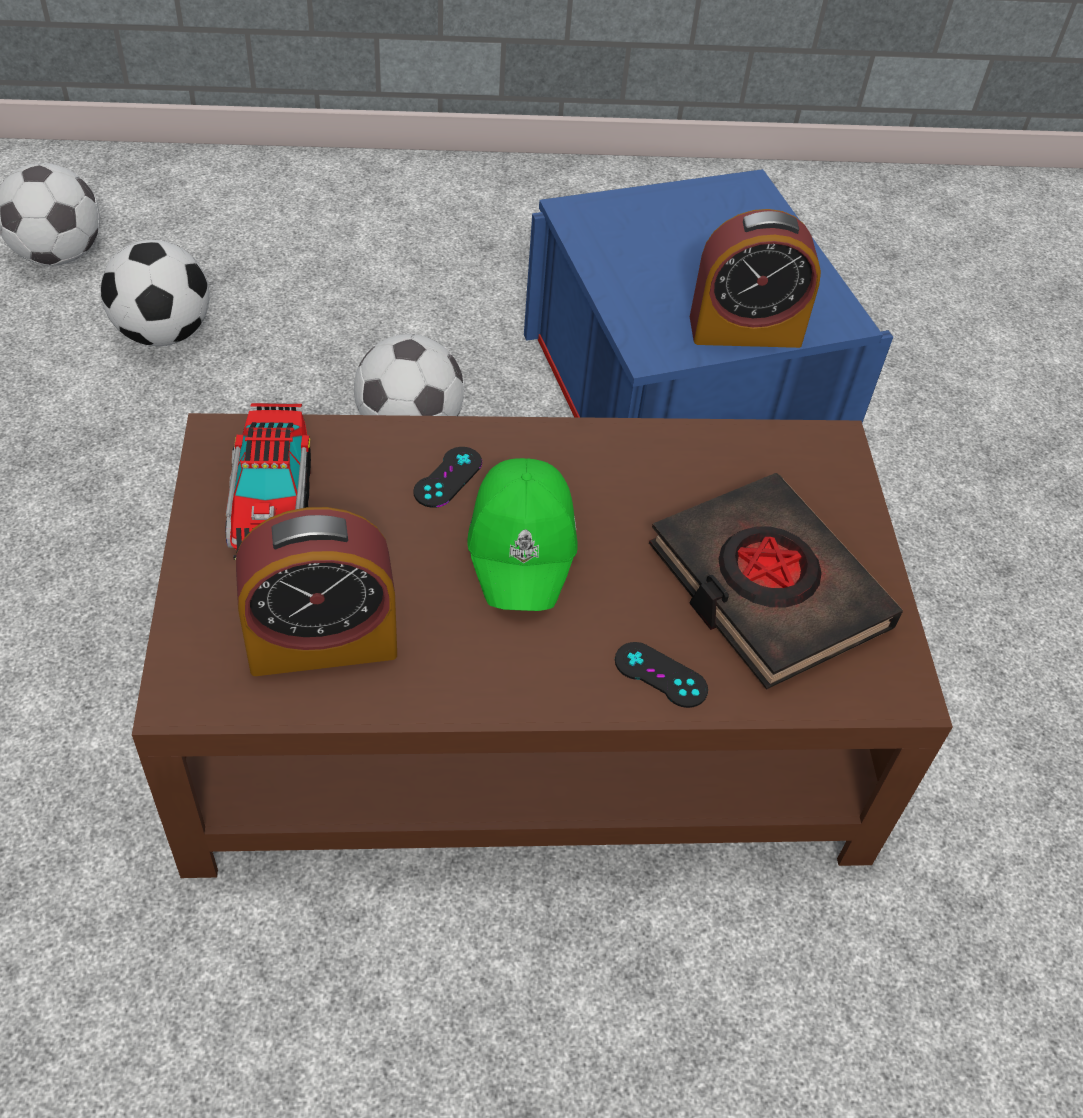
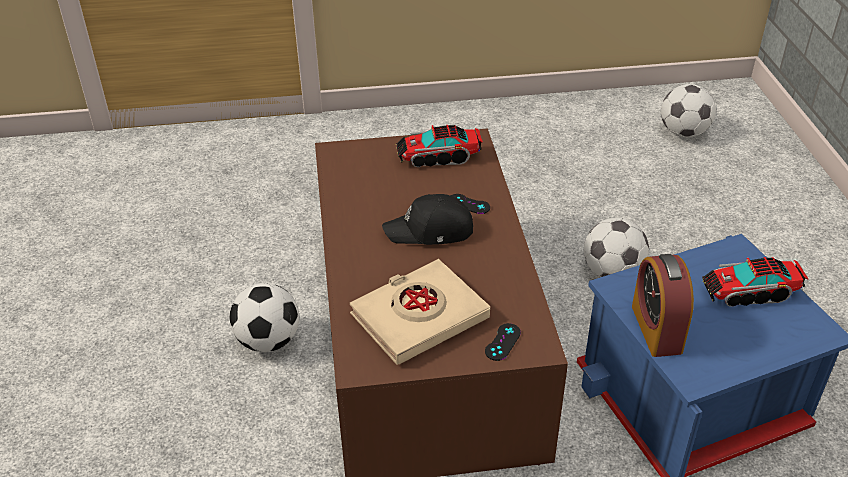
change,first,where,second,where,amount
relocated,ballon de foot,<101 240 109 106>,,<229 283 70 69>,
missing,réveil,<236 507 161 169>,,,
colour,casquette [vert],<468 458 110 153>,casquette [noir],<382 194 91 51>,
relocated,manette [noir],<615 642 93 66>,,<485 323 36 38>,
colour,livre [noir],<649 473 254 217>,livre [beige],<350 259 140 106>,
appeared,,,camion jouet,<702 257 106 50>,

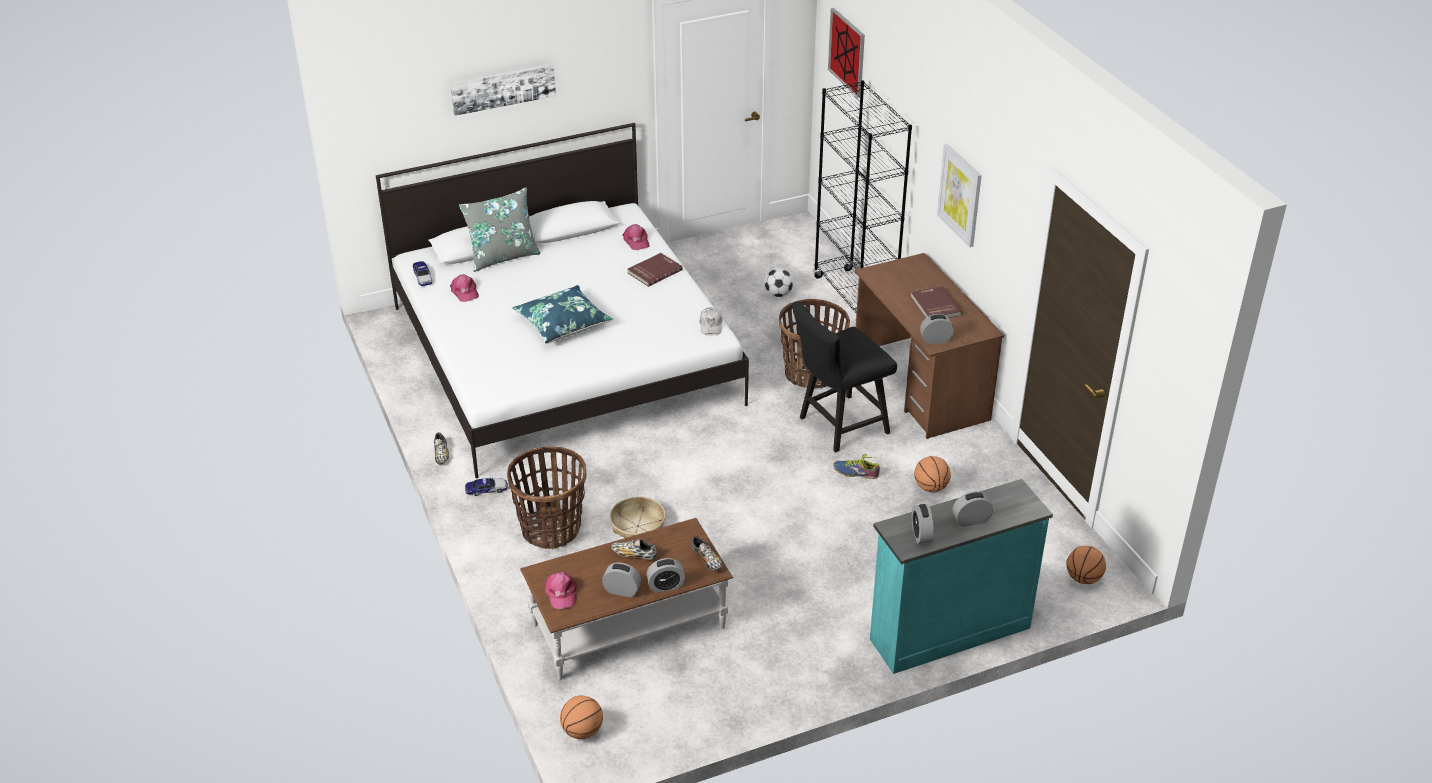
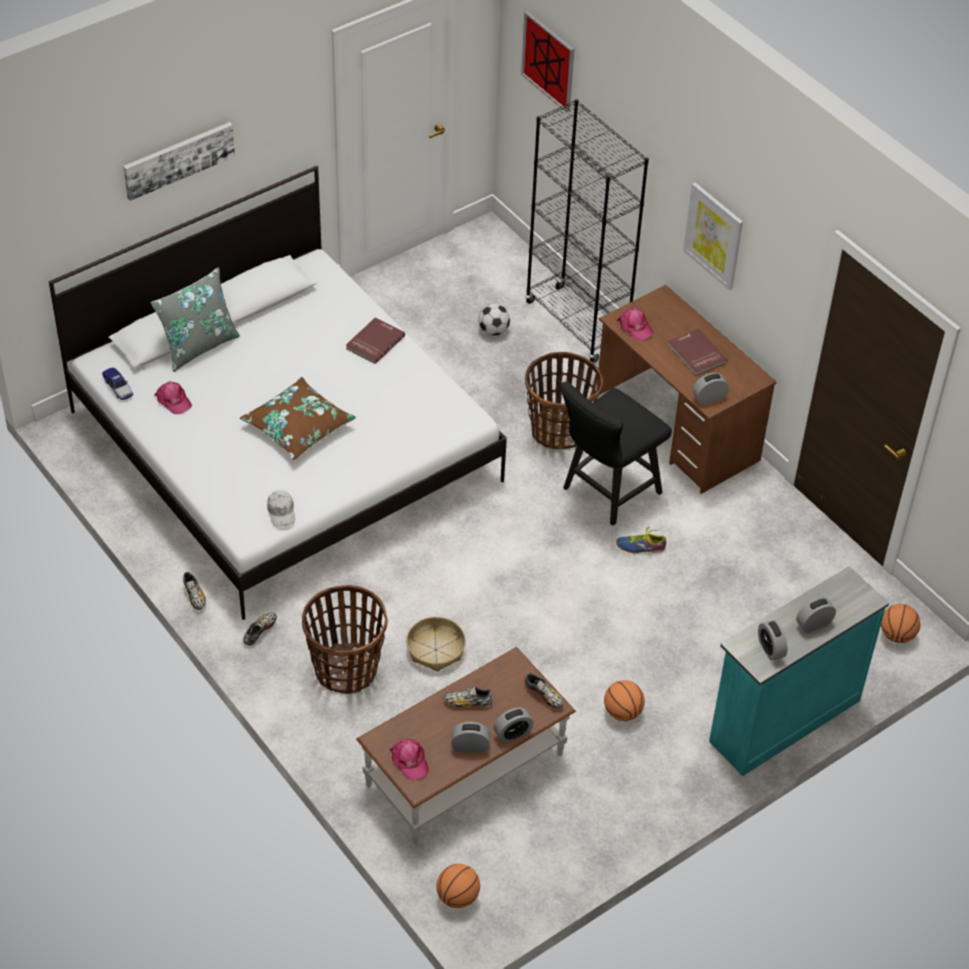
change,first,where,second,where,amount
exchanged,petite voiture,<465 477 43 19>,chaussure,<243 612 34 34>,
colour,coussin [bleu],<512 285 101 59>,coussin [marron],<240 377 116 83>,
relocated,casquette [rose],<623 224 27 26>,,<617 308 36 32>,
relocated,casquette [blanc],<699 307 24 27>,,<267 490 28 36>,
relocated,ballon de basket,<914 456 37 36>,,<604 680 41 41>,

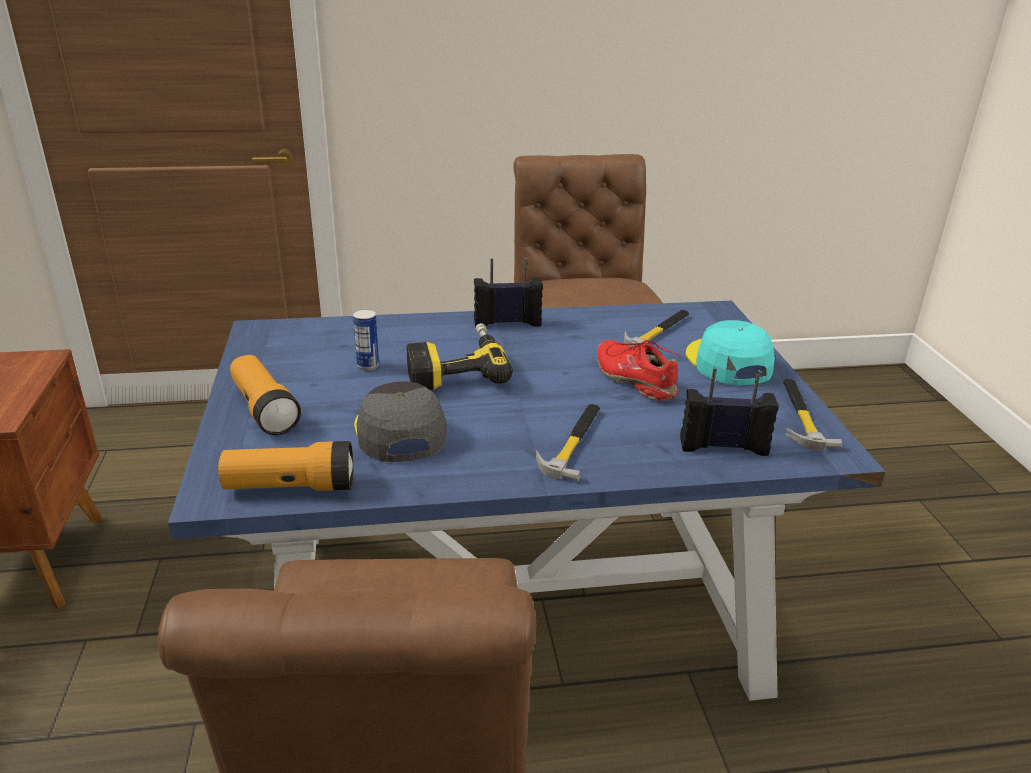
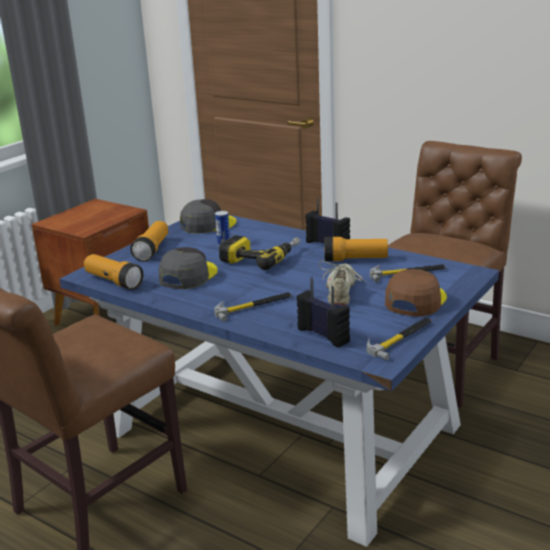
change,first,where,second,where,amount
colour,chaussure [rouge],<597 340 84 61>,chaussure [beige],<319 261 47 44>,
colour,casquette [turquoise],<686 320 89 65>,casquette [marron],<385 269 62 48>,
appeared,,,casquette [gris],<180 199 57 35>,
appeared,,,lampe de poche,<324 237 64 24>,

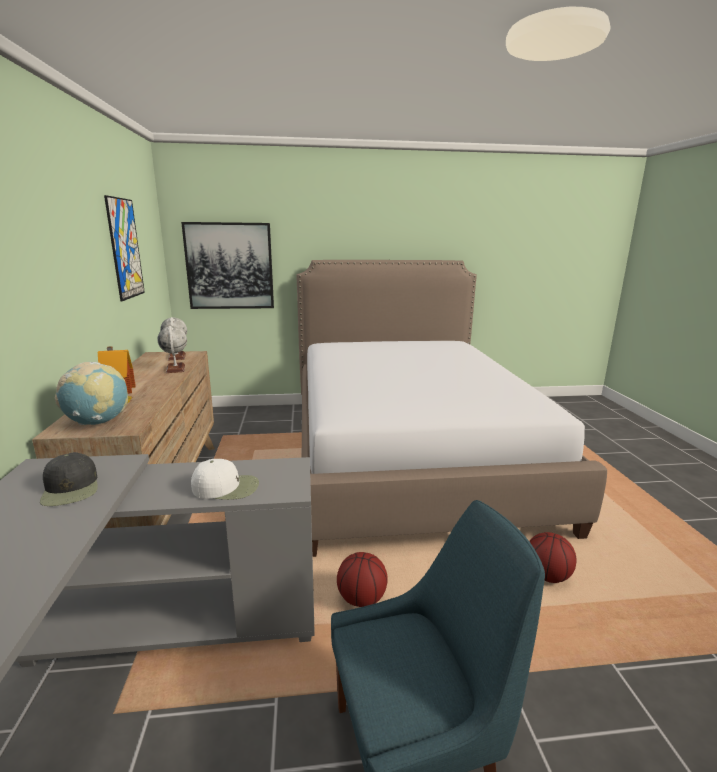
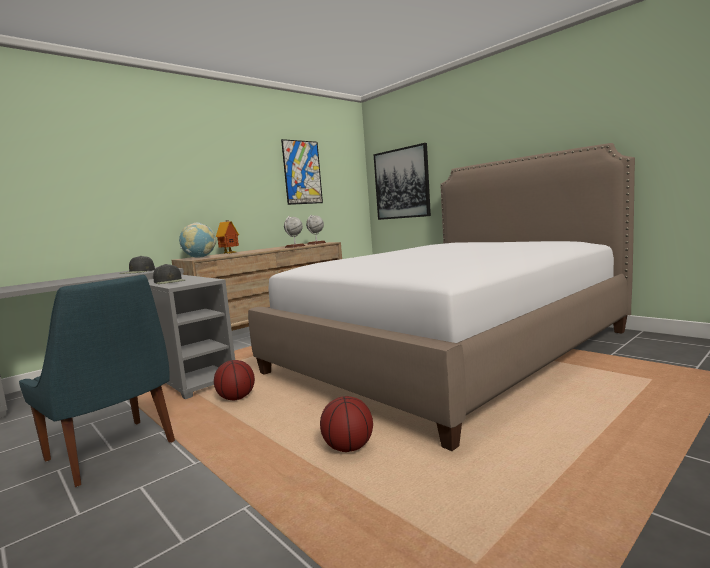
change,first,where,second,where,amount
colour,casquette [blanc],<191 459 68 41>,casquette [noir],<153 264 32 20>,

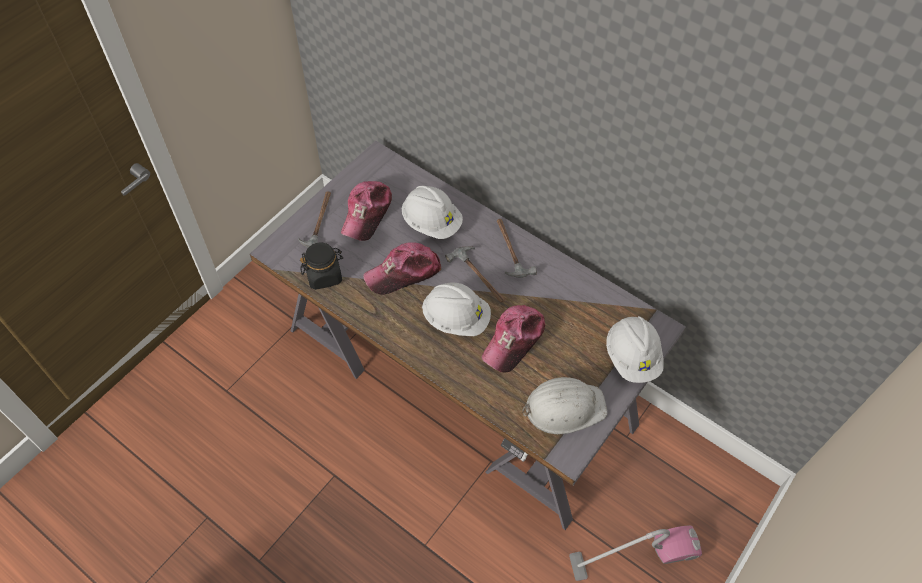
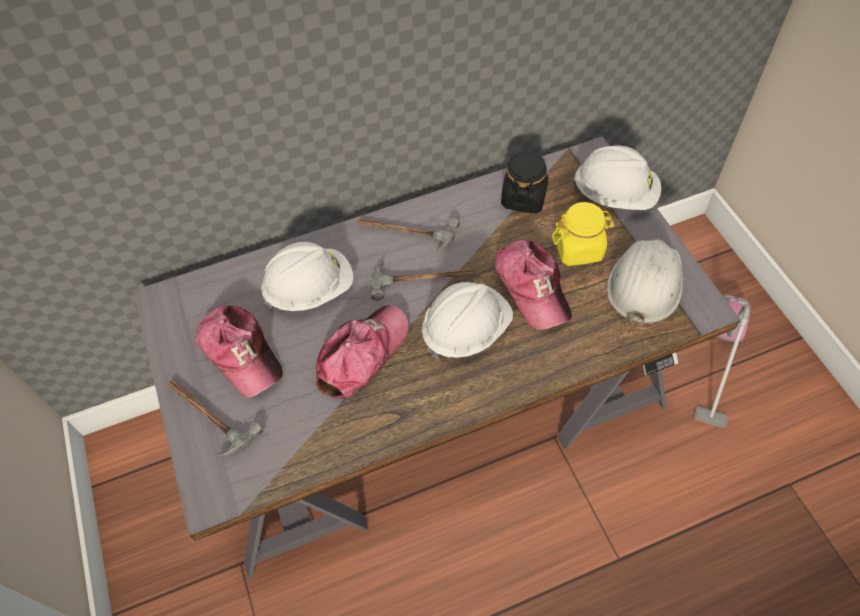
change,first,where,second,where,amount
relocated,bocal [noir],<300 242 44 48>,,<501 149 47 64>,
spun,casquette,<363 242 78 53>,,<316 305 92 94>,150 degrees counterclockwise
appeared,,,bocal [jaune],<552 202 62 64>,

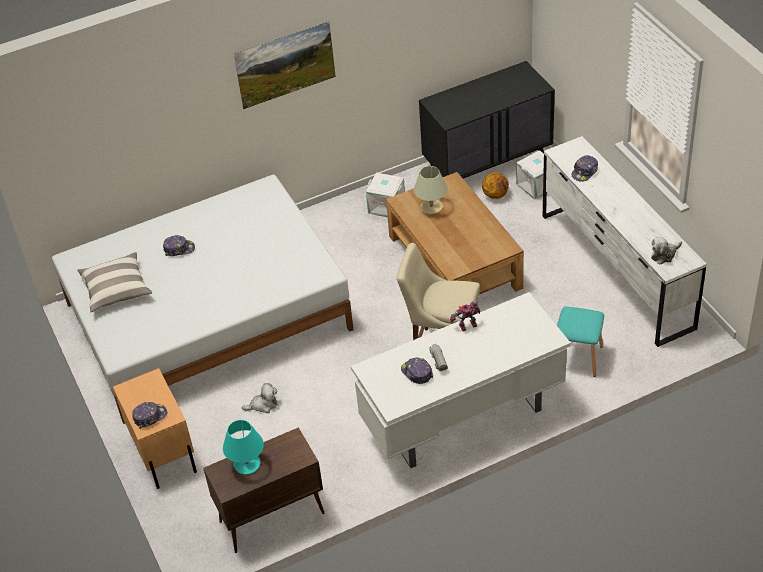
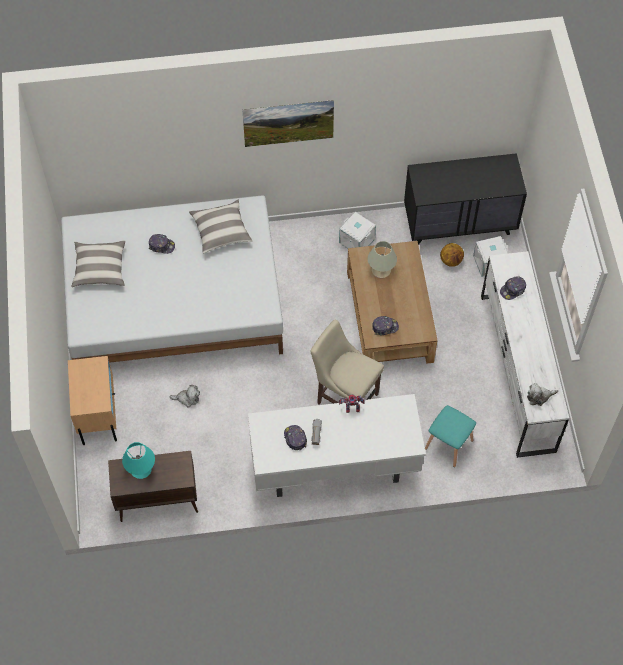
change,first,where,second,where,amount
relocated,casquette,<132 402 35 27>,,<372 316 27 19>,
appeared,,,coussin,<189 200 63 54>,

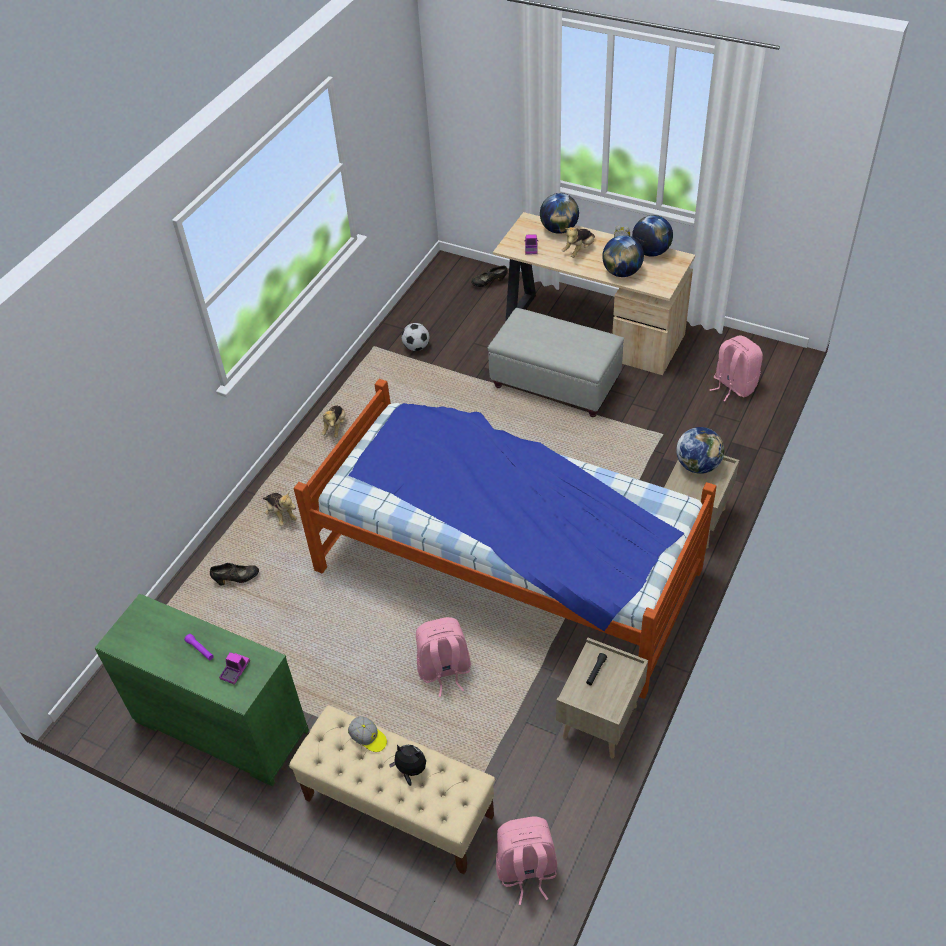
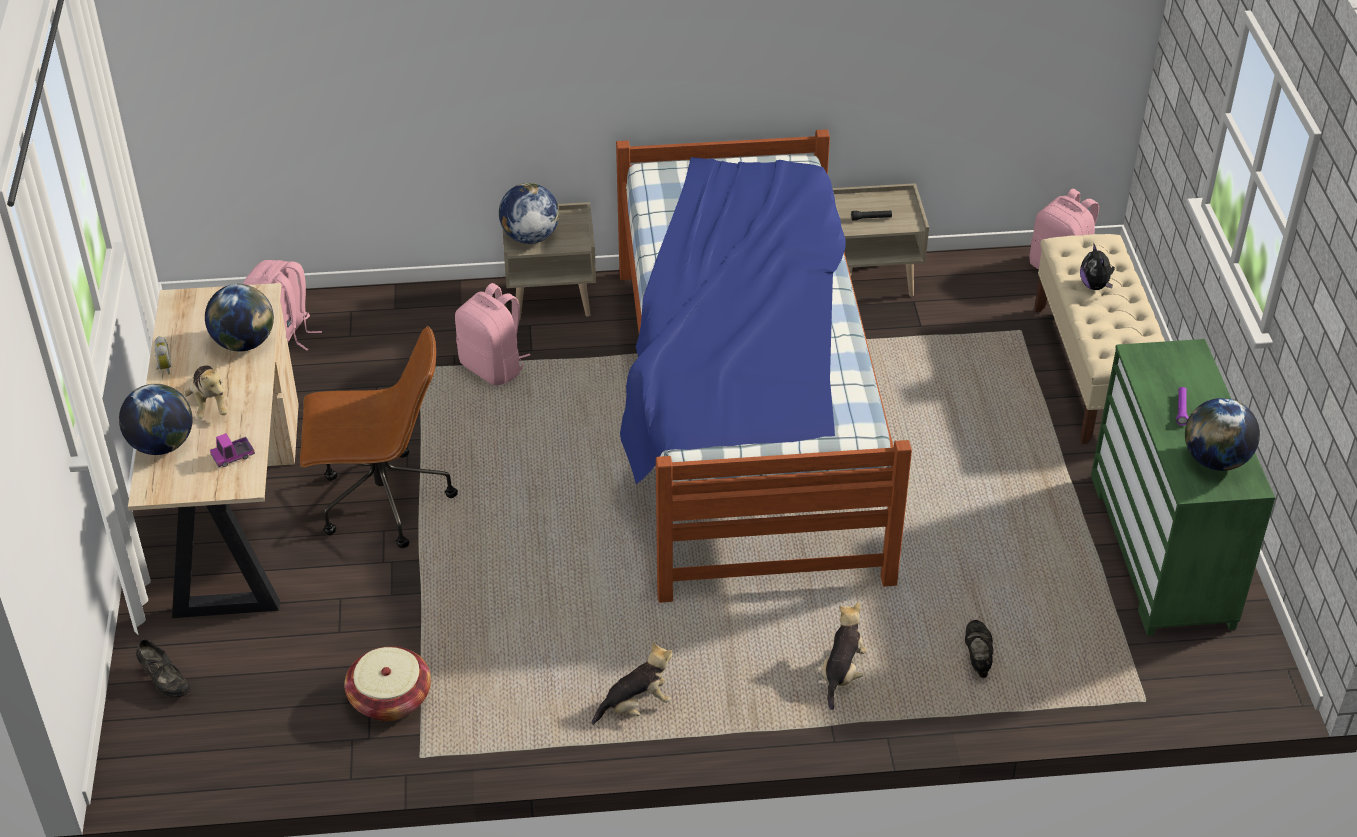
change,first,where,second,where,amount
spun,chaussure [noir],<210 563 49 23>,,<965 620 28 58>,45 degrees clockwise
missing,camion jouet,<219 652 31 33>,,,
missing,casquette,<348 716 39 36>,,,
exchanged,ballon de foot,<401 323 28 28>,panier,<344 646 87 75>,
relocated,sac à dos [rose],<416 617 55 80>,,<455 283 75 102>,
exchanged,pouf [gris],<488 308 136 109>,chaise de bureau [marron],<300 326 158 222>,
spun,peluche,<562 227 33 31>,,<184 364 43 55>,60 degrees clockwise
relocated,globe,<632 215 41 41>,,<1185 398 75 73>,

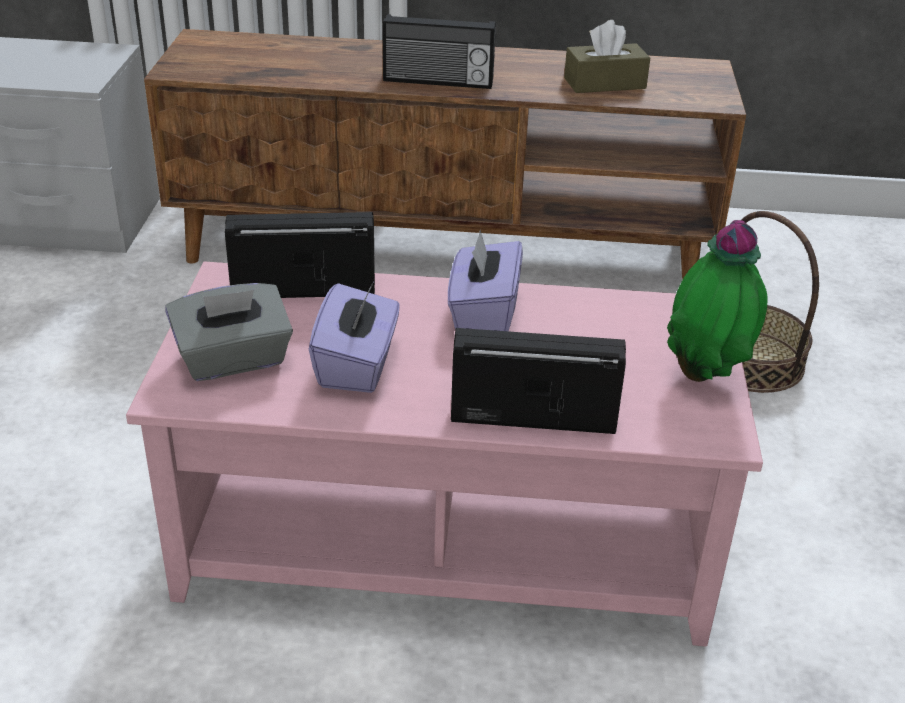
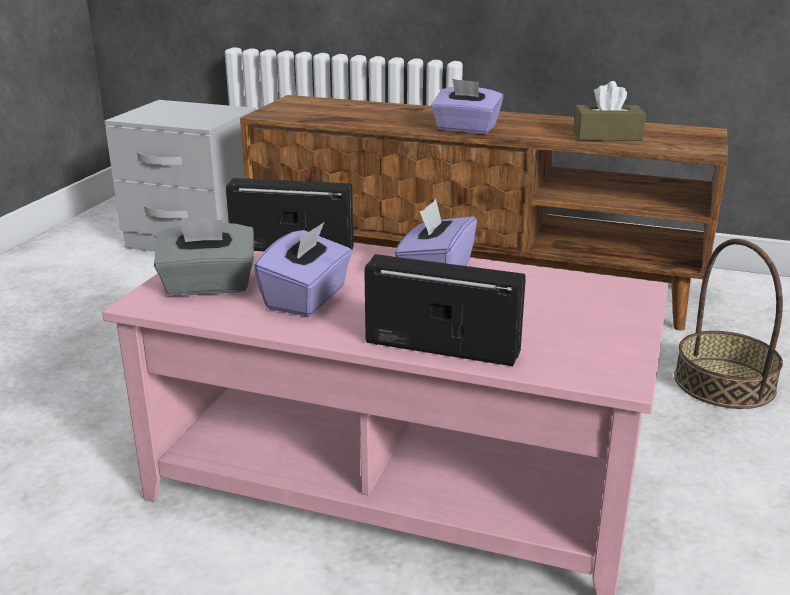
change,first,where,second,where,amount
exchanged,radio,<383 14 113 75>,boîte à mouchoirs [violet],<431 79 72 55>,
missing,plante en pot,<667 220 101 162>,,,

